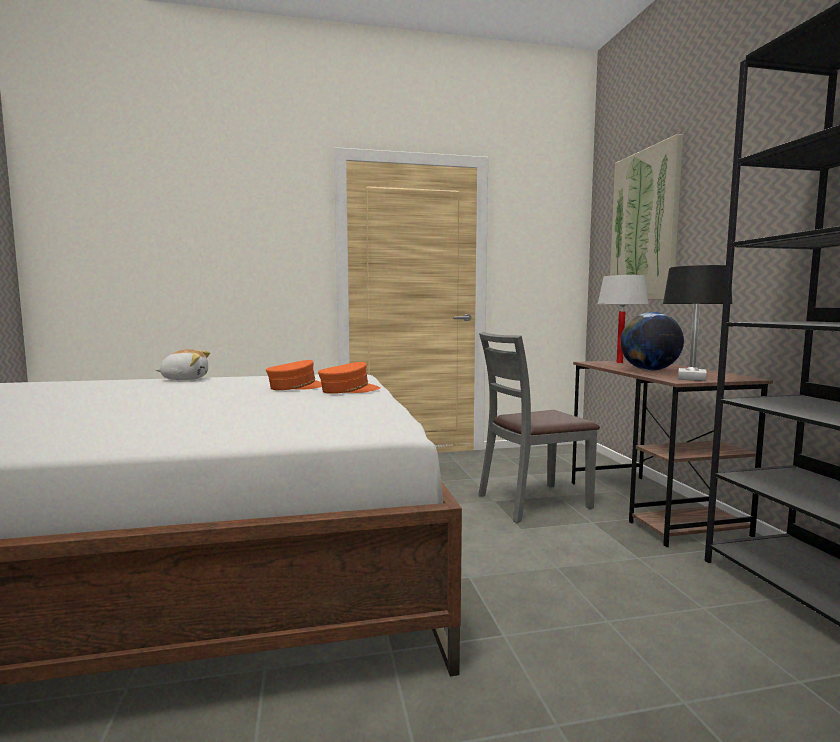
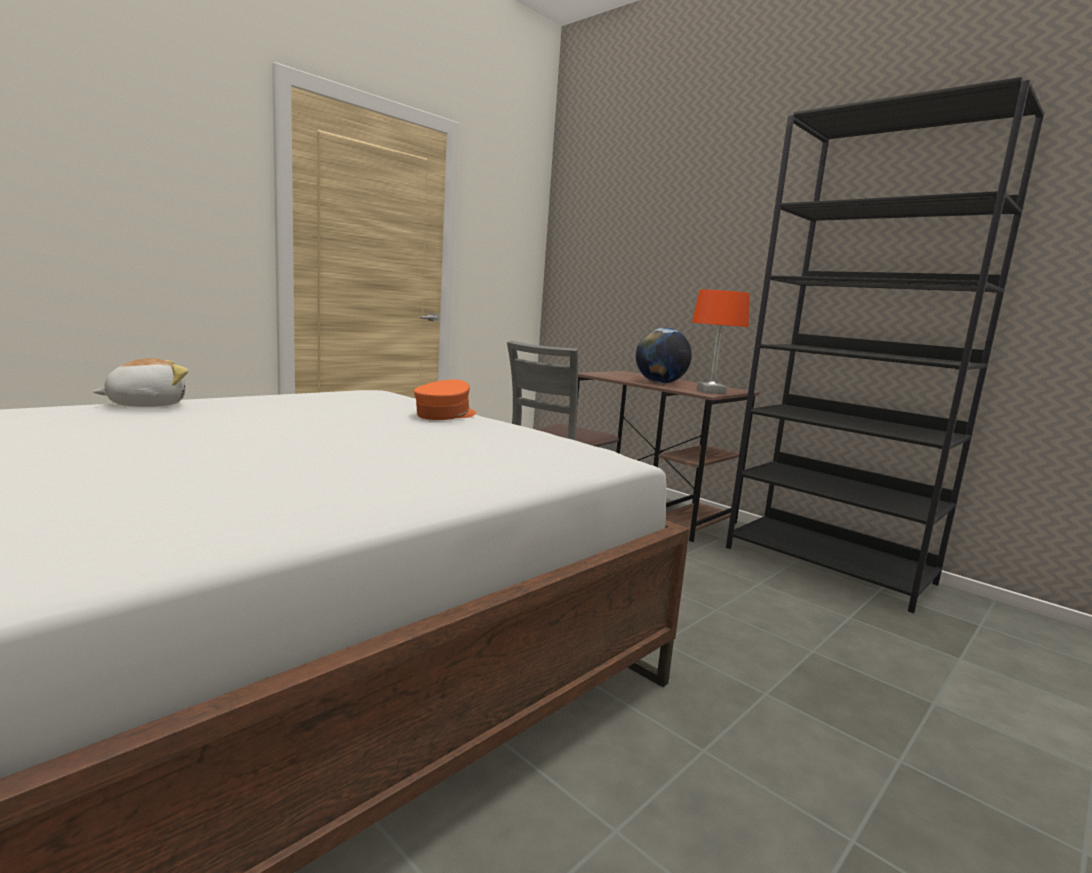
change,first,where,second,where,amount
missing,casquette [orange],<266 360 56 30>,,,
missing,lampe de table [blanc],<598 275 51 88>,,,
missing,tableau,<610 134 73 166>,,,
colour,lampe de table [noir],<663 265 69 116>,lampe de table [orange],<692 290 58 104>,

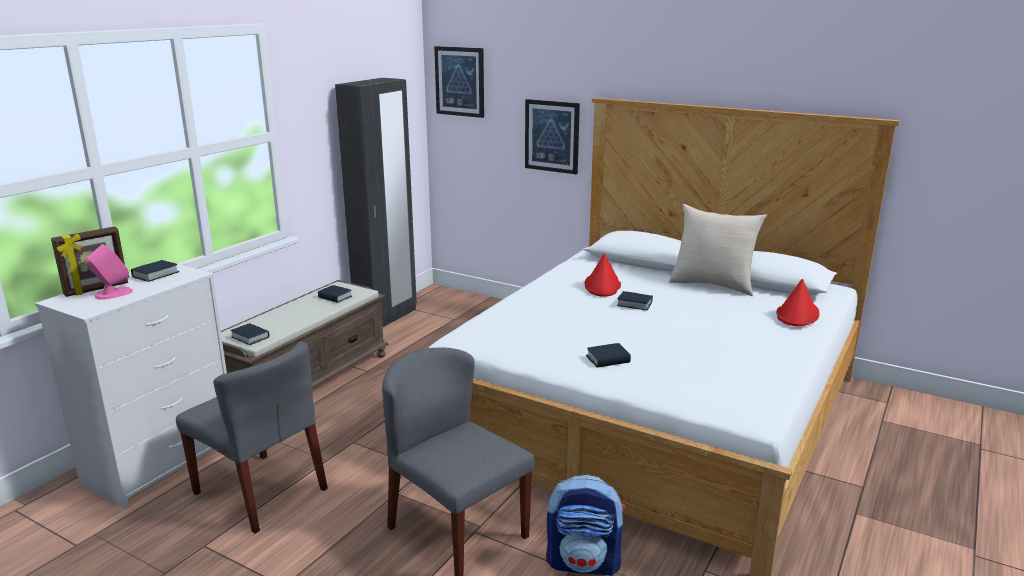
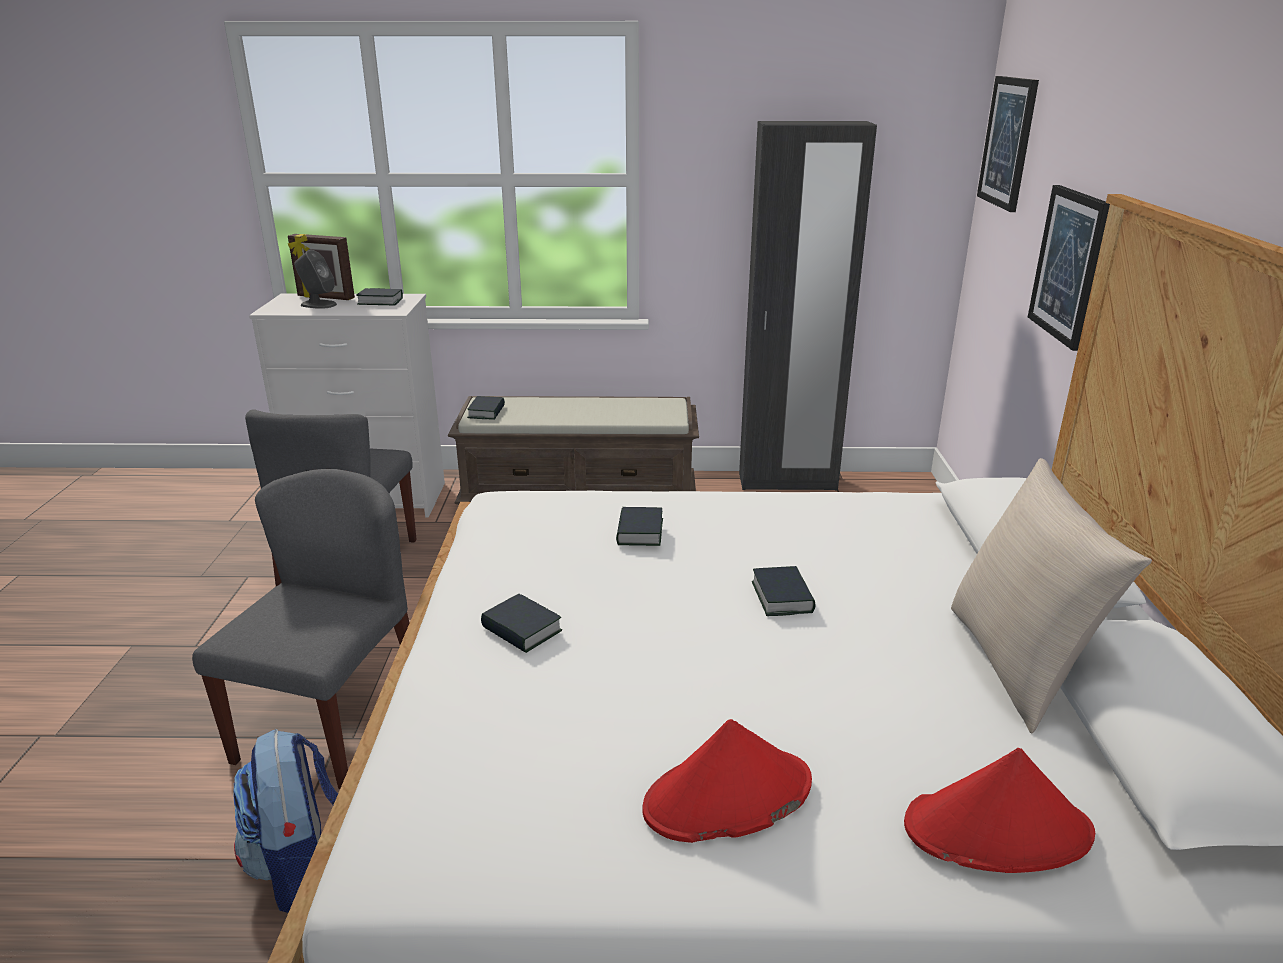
change,first,where,second,where,amount
colour,enceinte [rose],<86 244 47 56>,enceinte [gris],<294 250 43 59>,
relocated,livre,<318 285 34 18>,,<616 507 47 39>,
relocated,chapeau [rouge],<584 253 37 44>,,<642 719 170 124>,

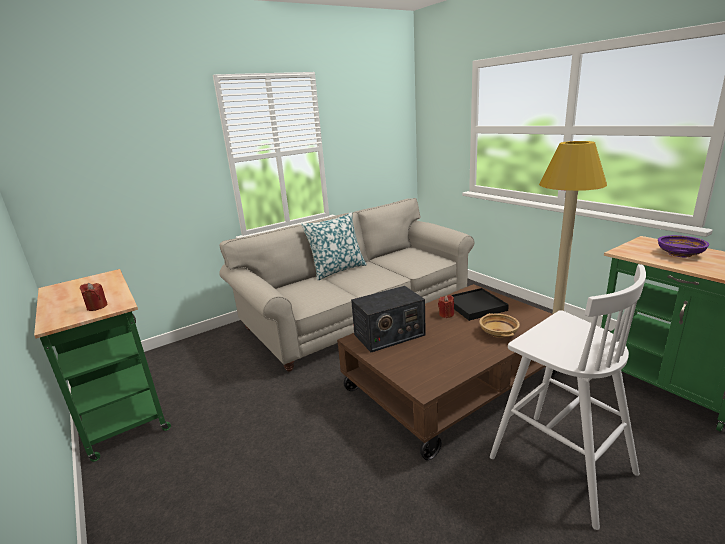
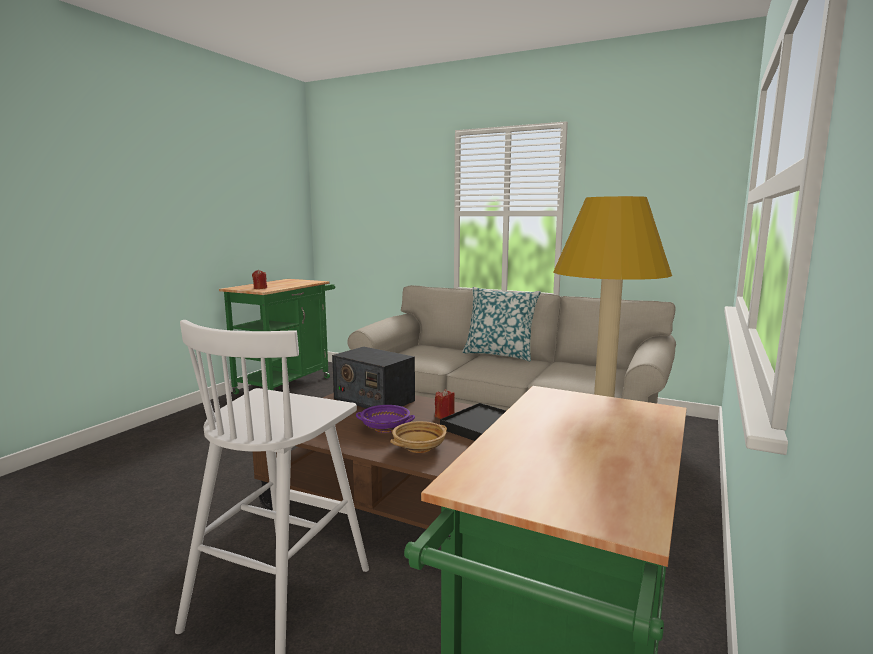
change,first,where,second,where,amount
relocated,bol [violet],<658 235 51 22>,,<356 405 59 28>,

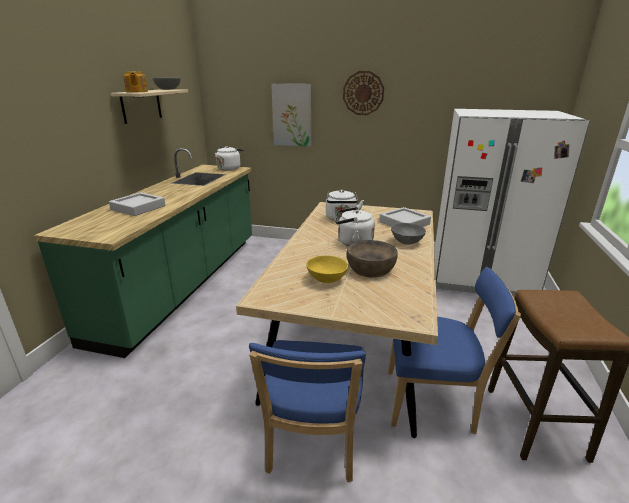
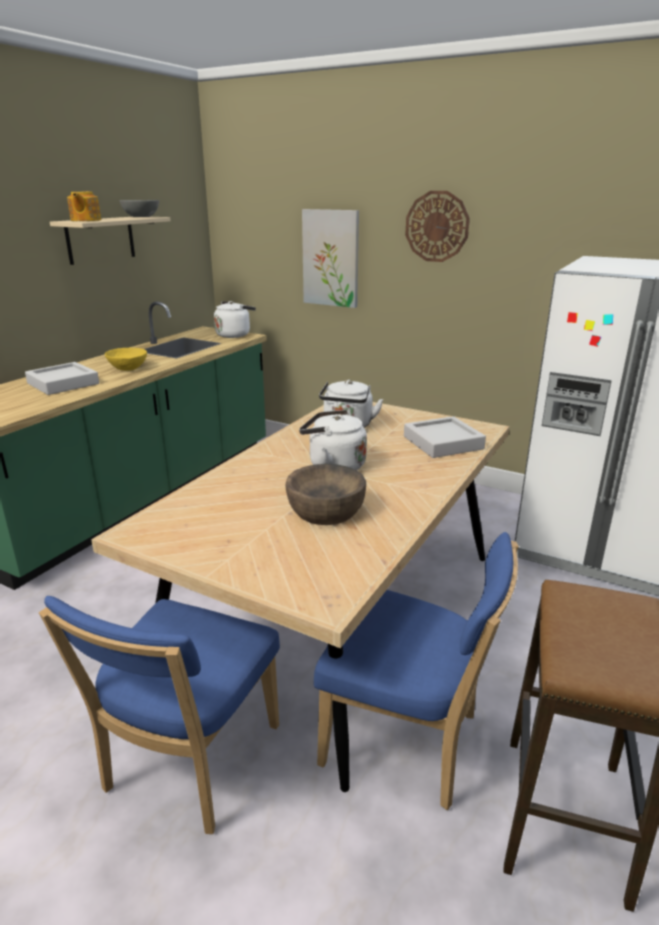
change,first,where,second,where,amount
relocated,bol [jaune],<306 255 42 28>,,<105 348 42 23>,
missing,bol [gris],<391 223 35 22>,,,

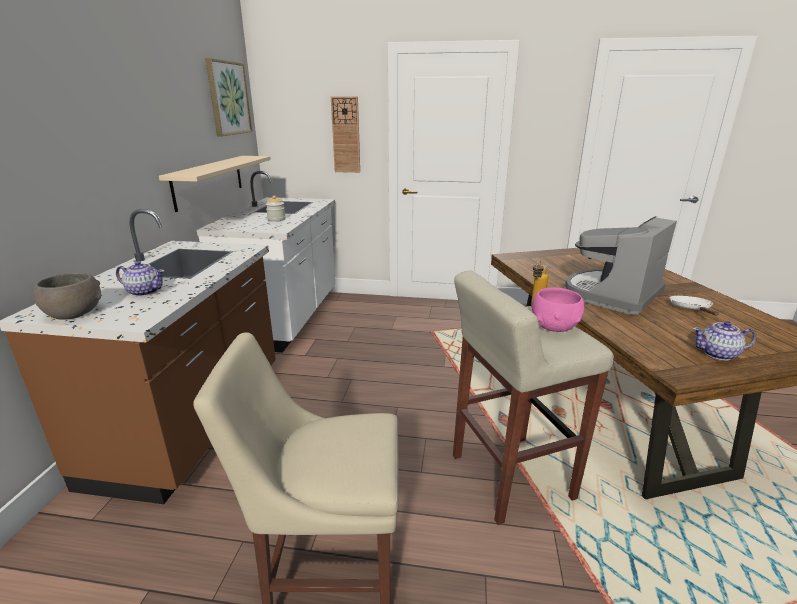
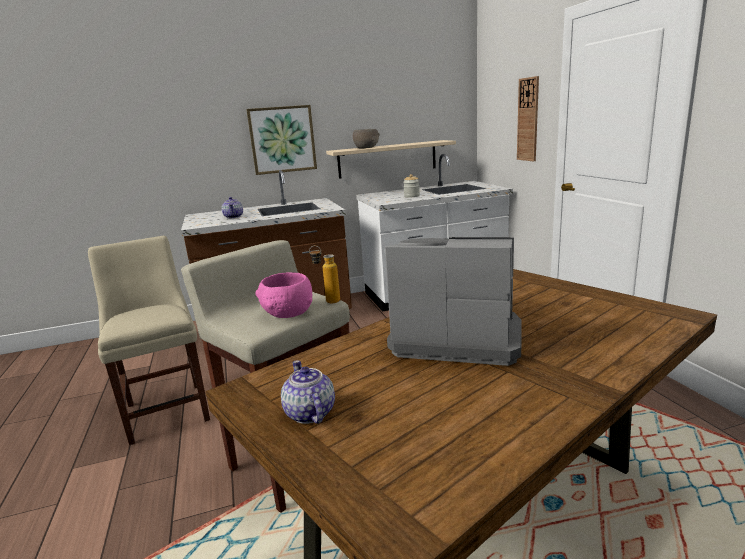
change,first,where,second,where,amount
relocated,bol [gris],<34 273 67 47>,,<353 129 27 19>,
relocated,tableau,<205 58 47 78>,,<246 105 71 70>,
missing,poêle [blanc],<670 296 49 19>,,,

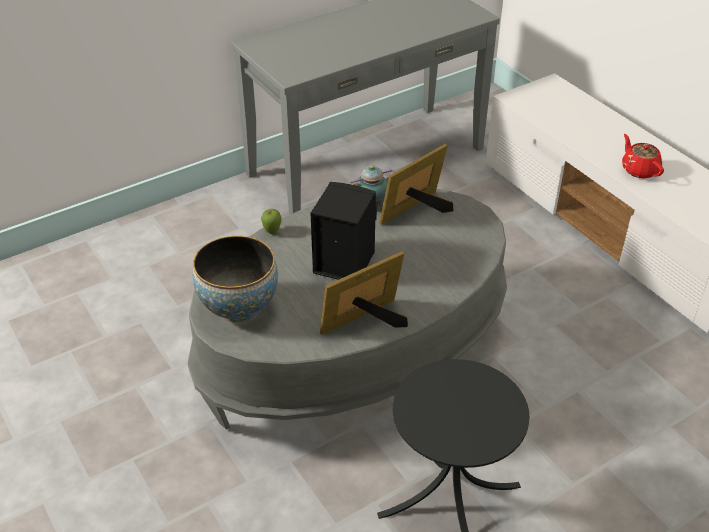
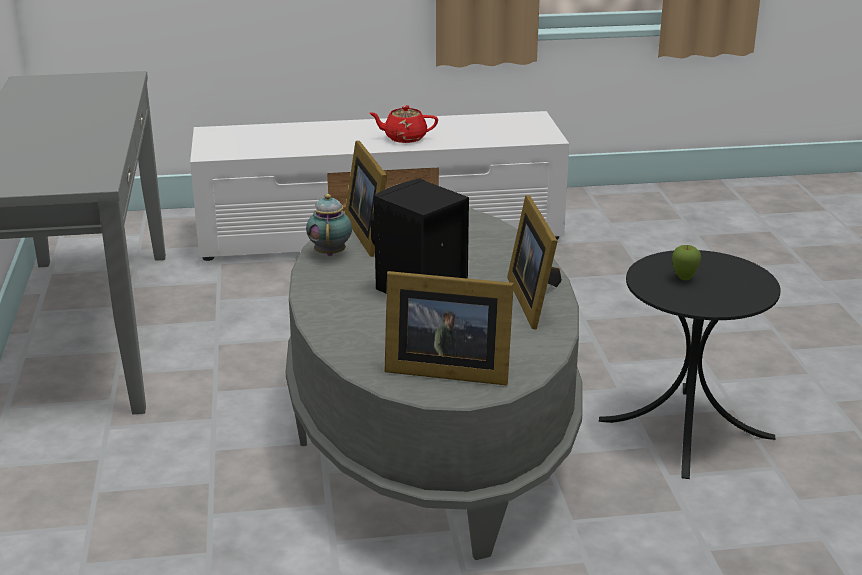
change,first,where,second,where,amount
exchanged,bol,<193 236 85 86>,cadre photo,<384 271 130 115>,
relocated,pomme,<261 209 20 25>,,<672 245 29 36>,

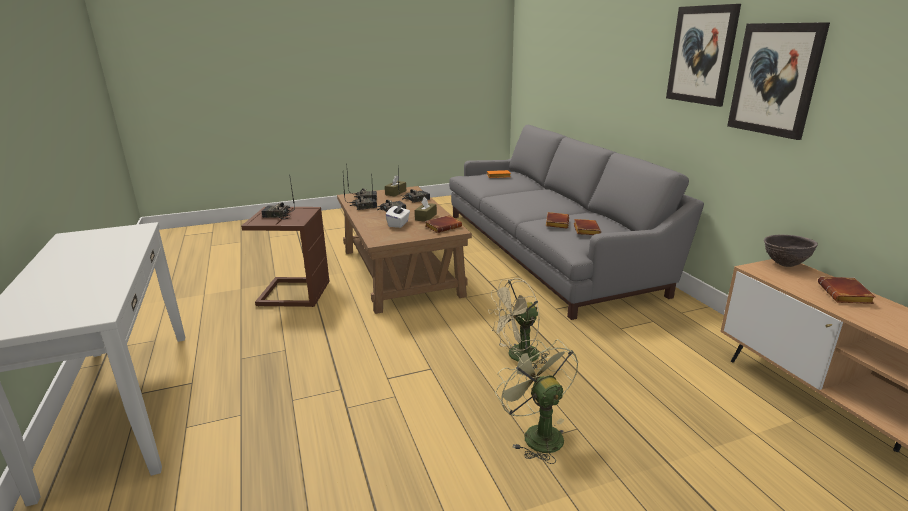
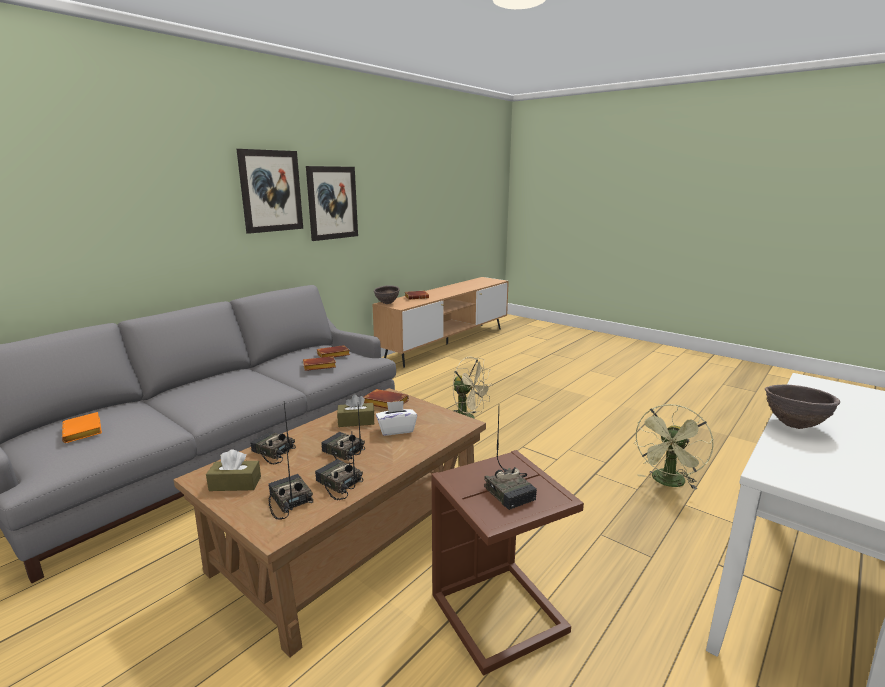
change,first,where,second,where,amount
relocated,ventilateur [vert],<495 339 84 125>,,<634 404 80 85>,
appeared,,,bol [marron],<765 384 75 45>,

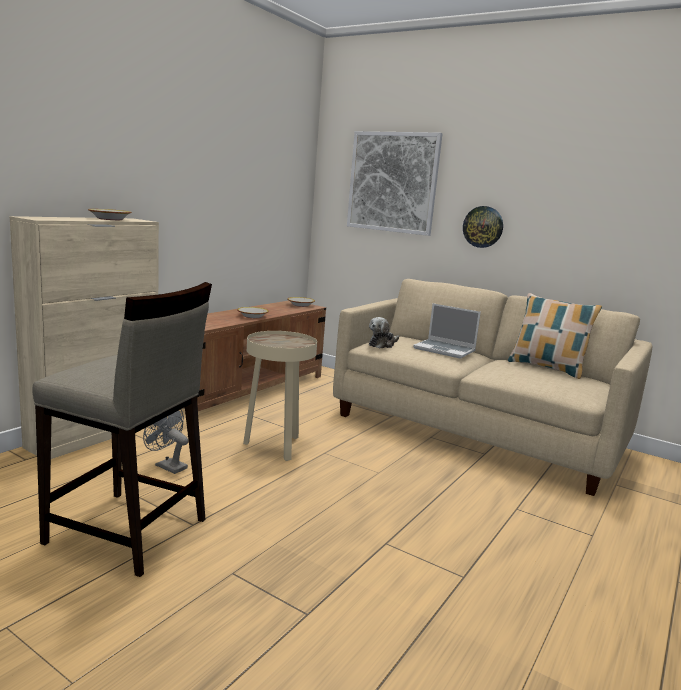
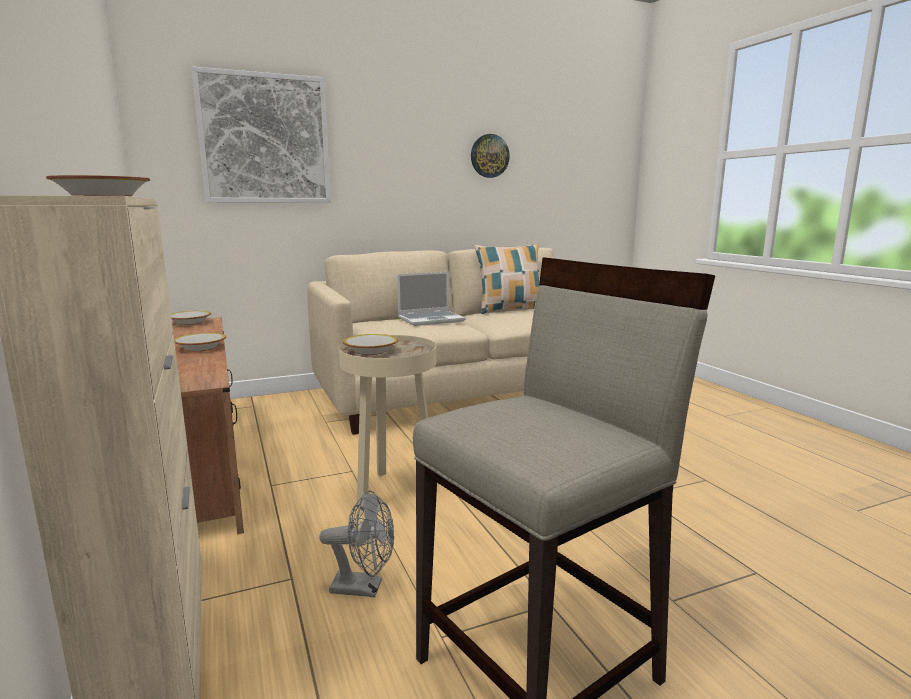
change,first,where,second,where,amount
spun,ventilateur [gris],<143 409 45 65>,,<319 490 75 108>,150 degrees counterclockwise
missing,peluche,<369 317 30 31>,,,
relocated,horloge murale,<463 206 40 42>,,<471 134 39 44>,
appeared,,,bol,<343 334 55 21>,

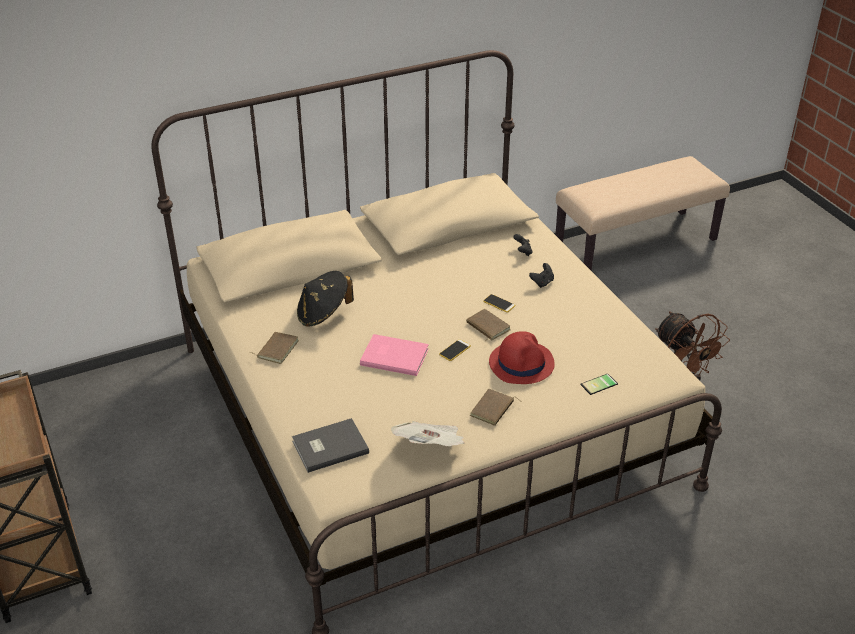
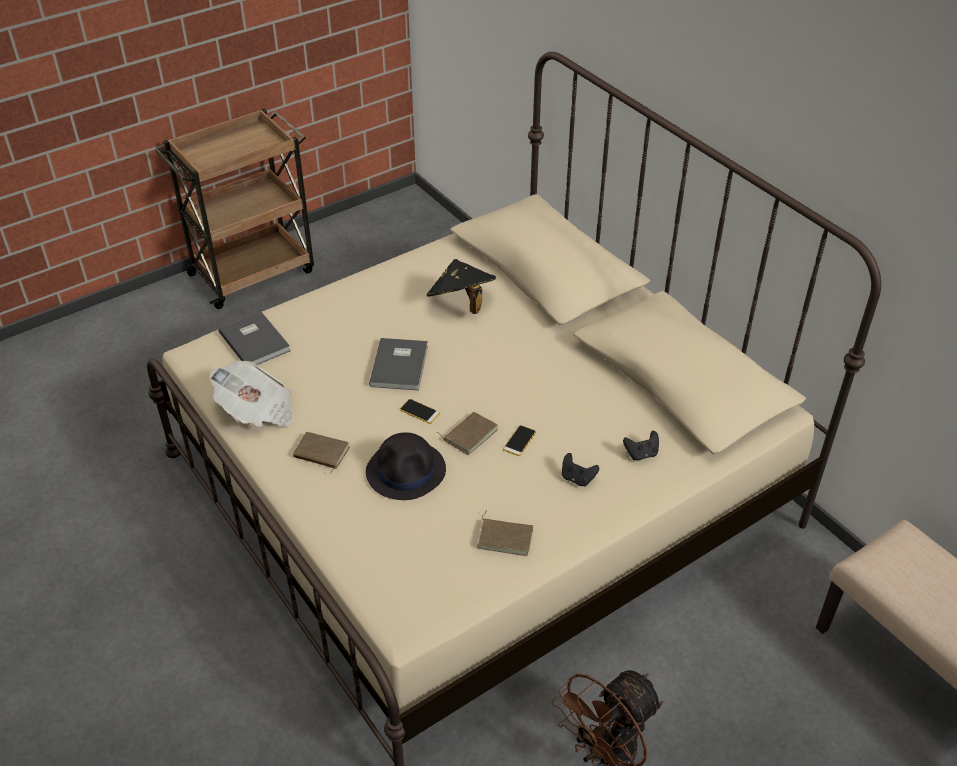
change,first,where,second,where,amount
relocated,livre [marron],<250 332 48 32>,,<477 510 56 46>,
colour,livre [rose],<360 334 69 42>,livre [gris],<369 338 59 52>,
colour,chapeau [rouge],<489 331 66 53>,chapeau [noir],<366 432 80 68>,
missing,téléphone,<580 374 38 21>,,,

